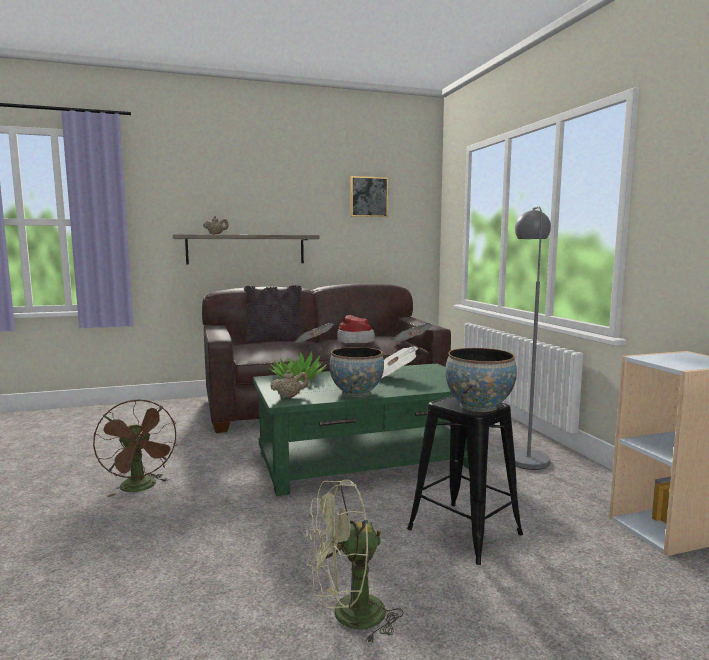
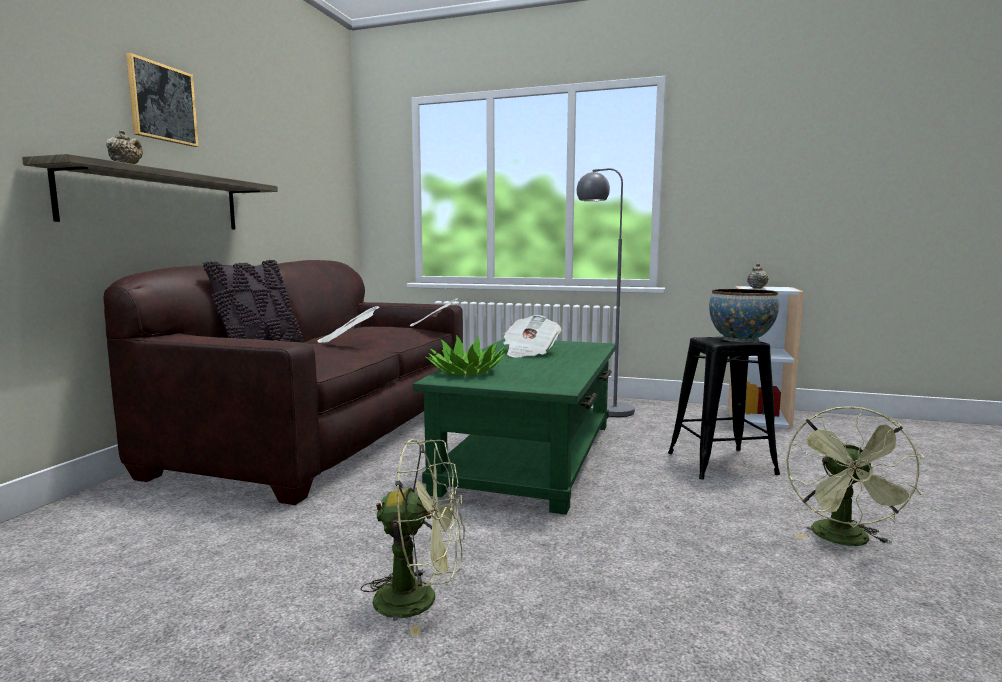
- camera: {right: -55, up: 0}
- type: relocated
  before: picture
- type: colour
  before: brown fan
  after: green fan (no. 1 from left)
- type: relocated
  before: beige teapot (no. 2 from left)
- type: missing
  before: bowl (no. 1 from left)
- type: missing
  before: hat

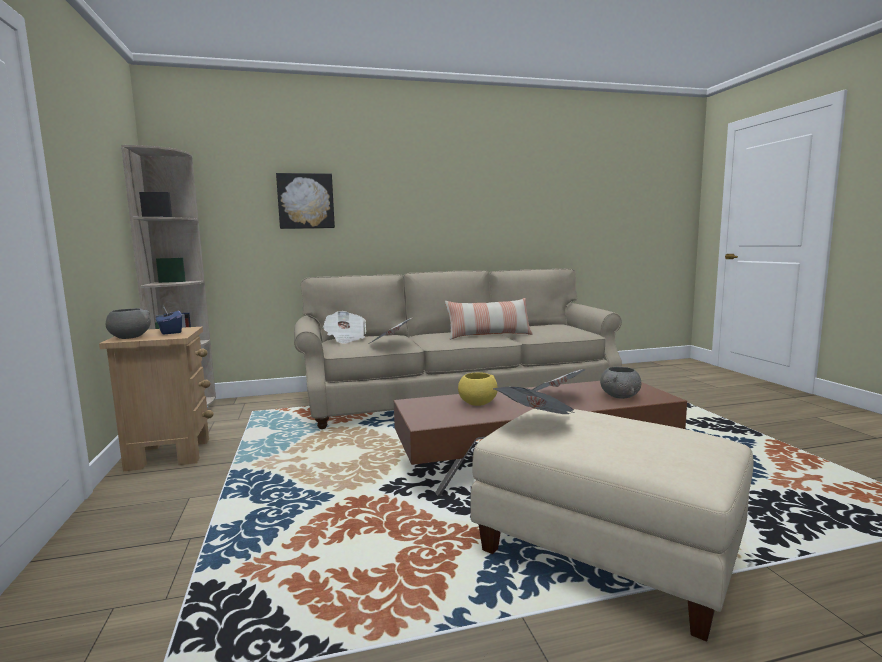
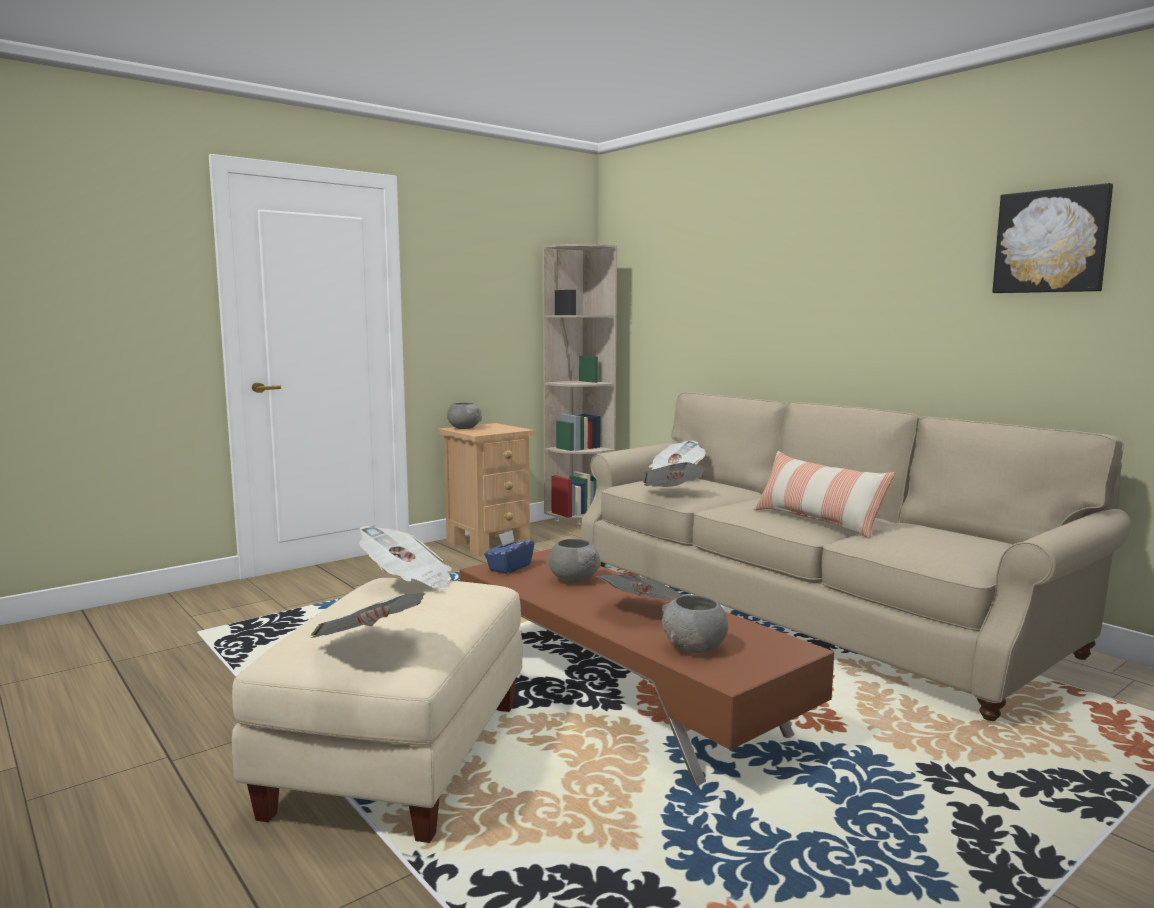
- camera: {right: 65, up: 0}
- type: appeared
  after: newspaper (no. 1 from left)
- type: relocated
  before: blue tissue box
- type: colour
  before: yellow bowl
  after: grey bowl (no. 2 from left)
- type: relocated
  before: picture

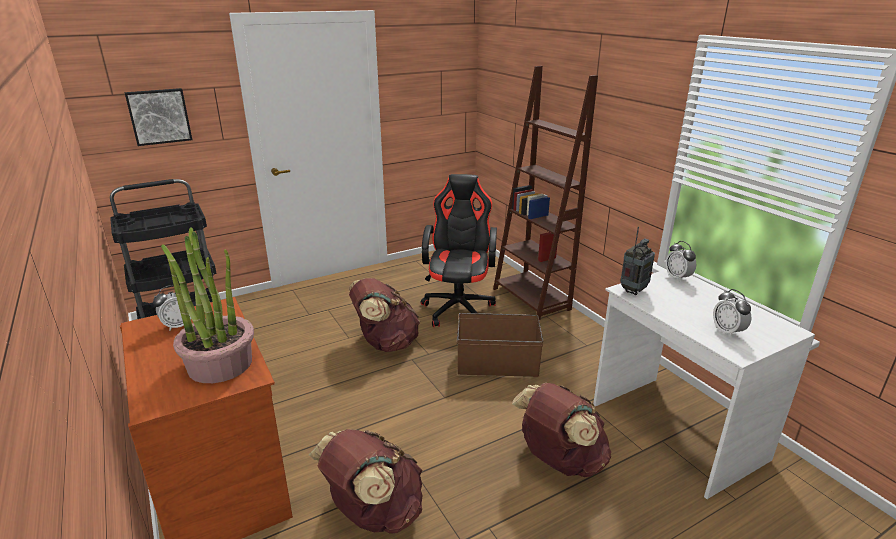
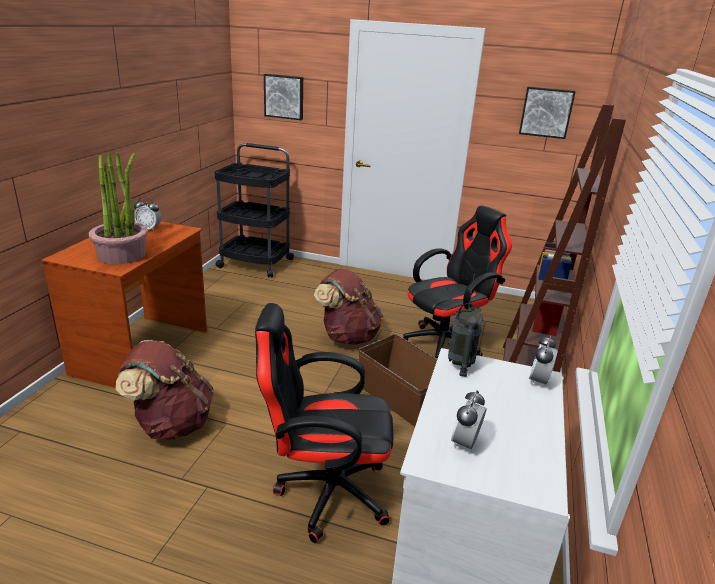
- camera: {right: 45, up: 0}
- type: exchanged
  before: brown backpack (no. 3 from left)
  after: black office chair (no. 1 from left)
- type: spun
  before: radio
  turn: 105
- type: appeared
  after: picture (no. 2 from left)

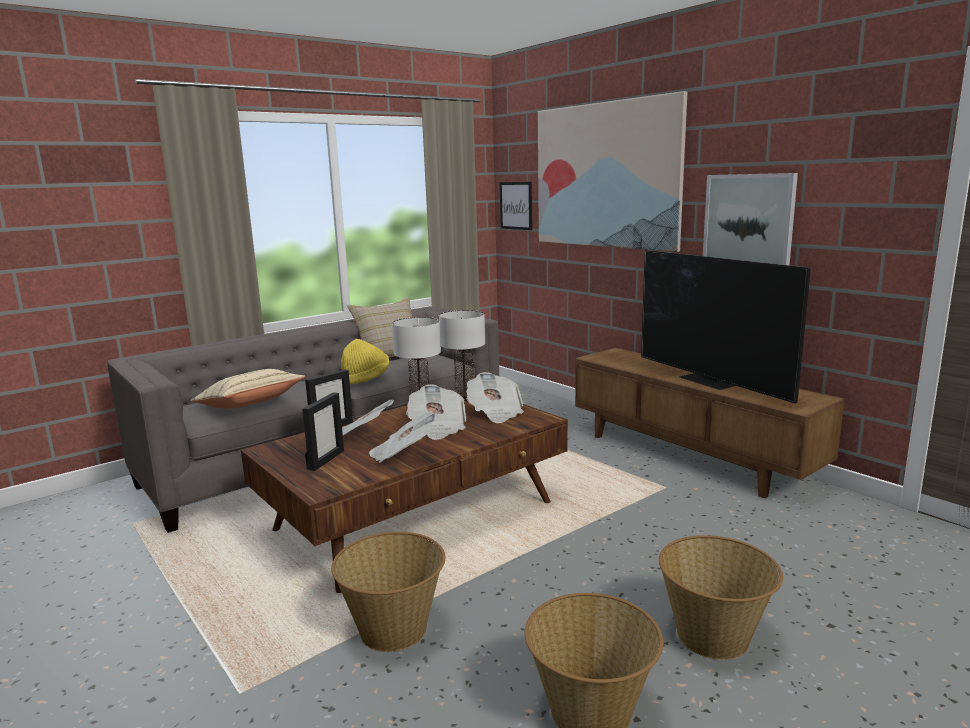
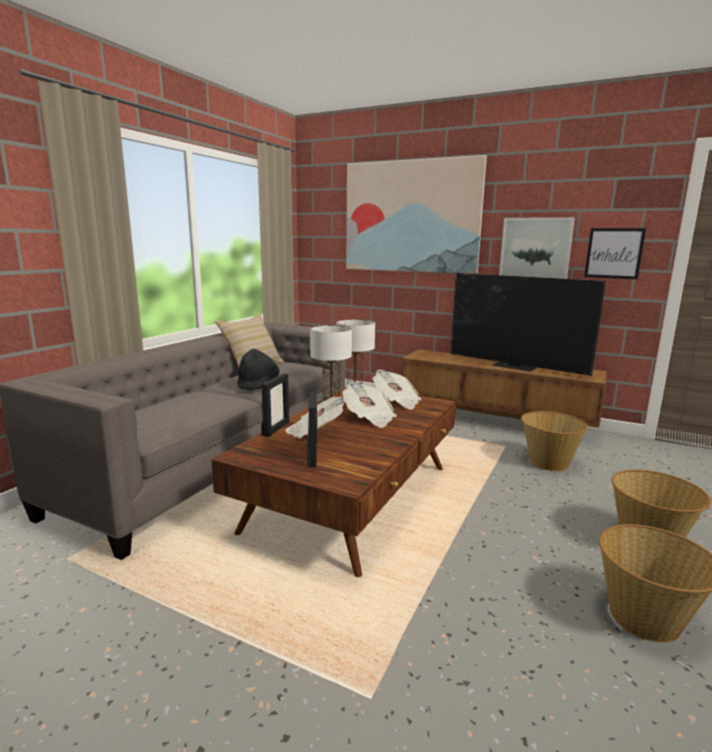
- camera: {right: -25, up: 0}
- type: colour
  before: yellow hat
  after: black hat
- type: relocated
  before: basket (no. 1 from left)
- type: relocated
  before: picture (no. 1 from left in the first image)
  after: picture (no. 3 from left)
- type: missing
  before: beige pillow (no. 1 from left)
- type: missing
  before: newspaper (no. 2 from left)

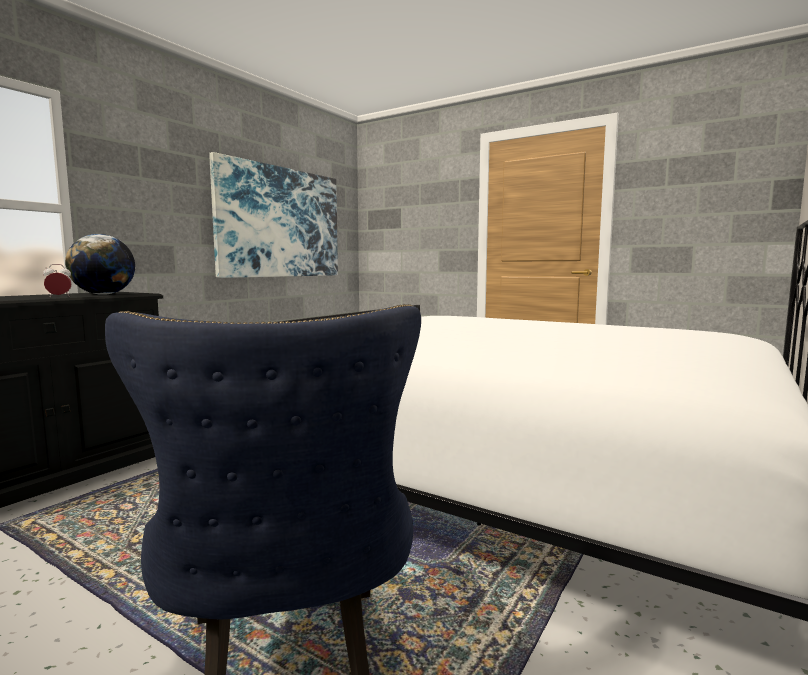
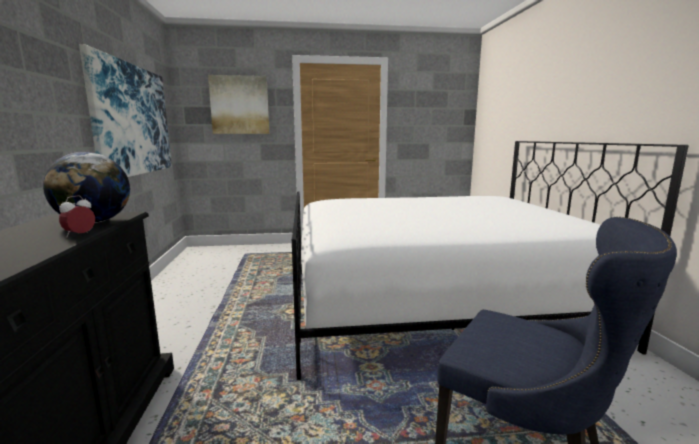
- camera: {right: -40, up: 5}
- type: appeared
  after: picture (no. 2 from left)

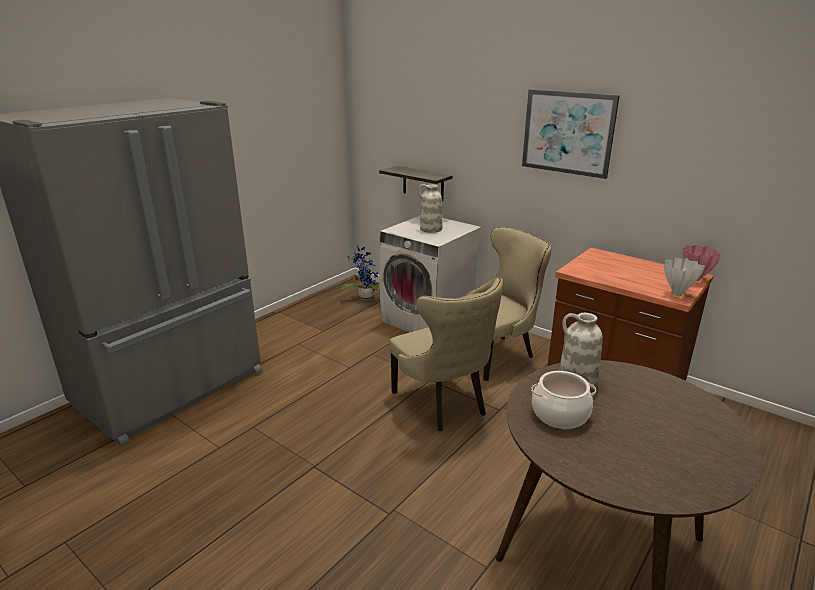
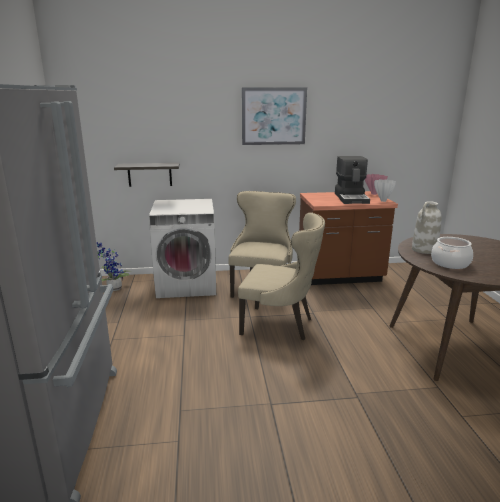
- camera: {right: -45, up: -5}
- type: appeared
  after: coffee machine
- type: missing
  before: white vase (no. 1 from left)

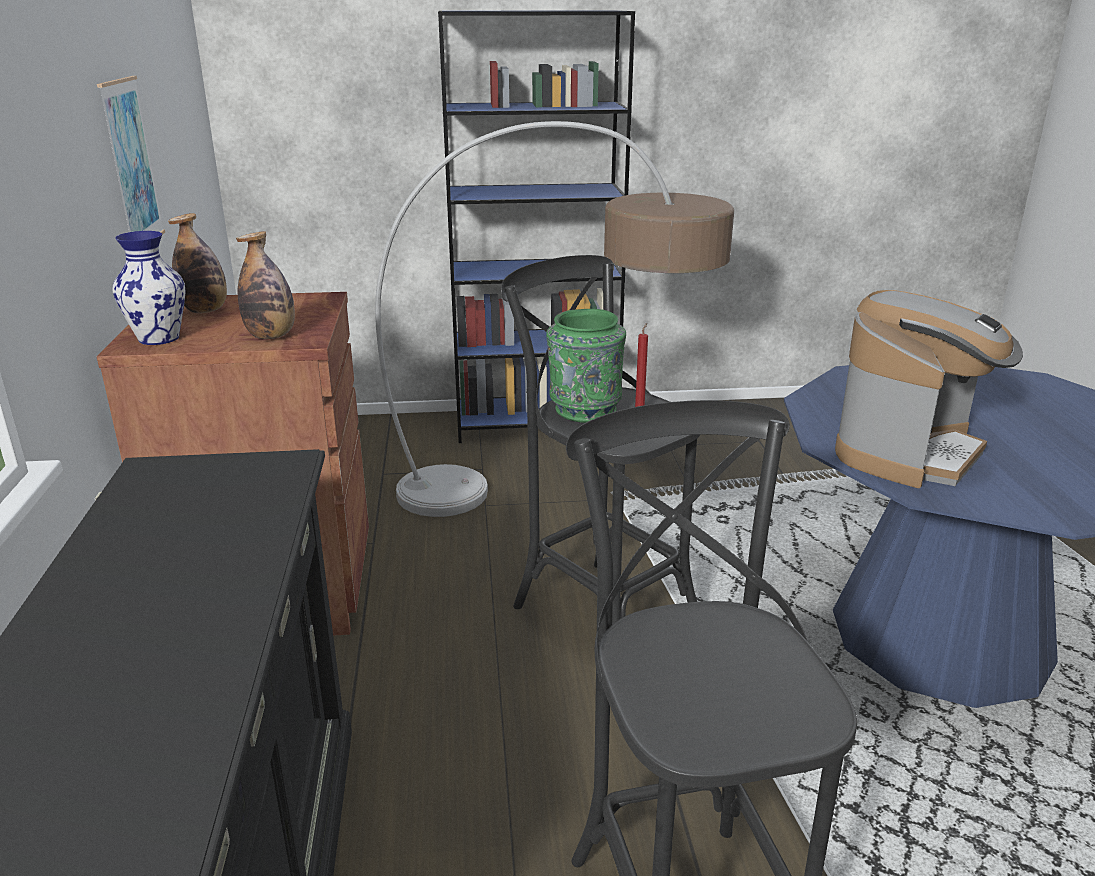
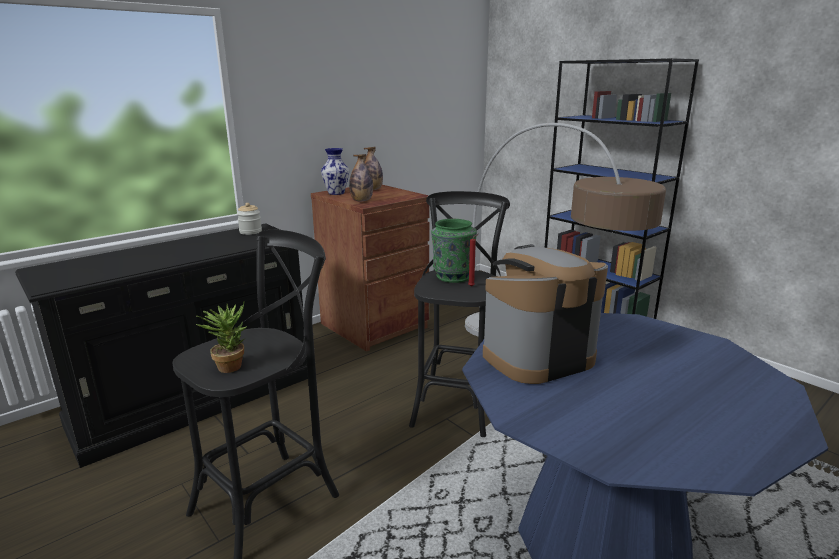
- camera: {right: 55, up: -5}
- type: appeared
  after: potted plant
- type: appeared
  after: jar
- type: spun
  before: coffee machine
  turn: 150
- type: missing
  before: picture

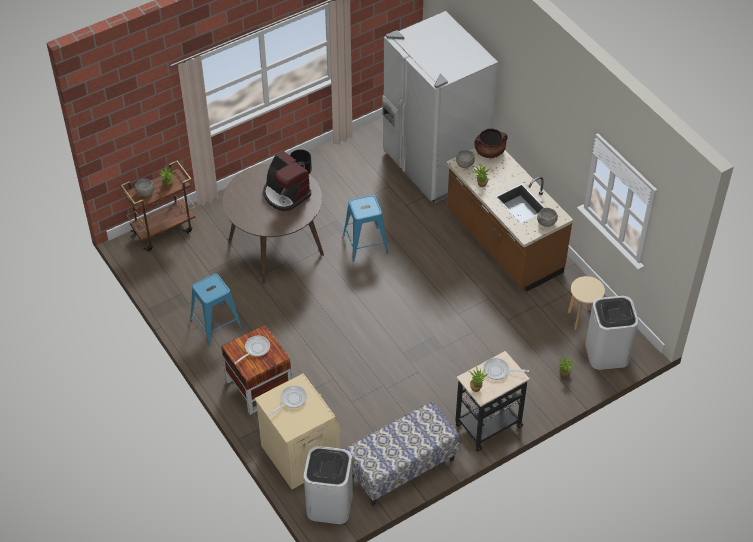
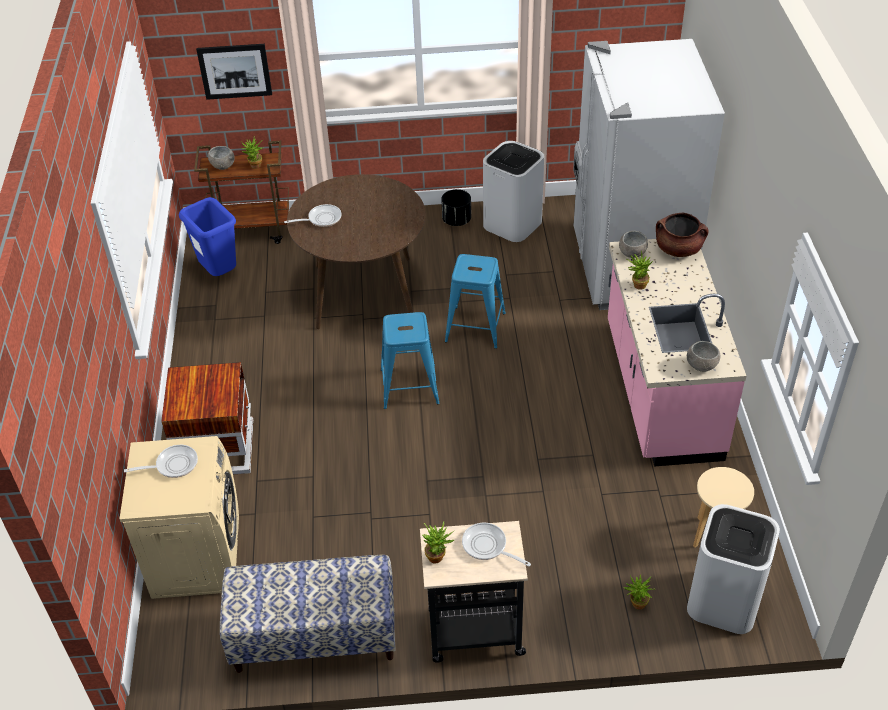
- camera: {right: 30, up: -5}
- type: appeared
  after: blue trash can
- type: appeared
  after: picture
- type: relocated
  before: frying pan (no. 1 from left in the first image)
  after: frying pan (no. 2 from left)
- type: relocated
  before: blue stool (no. 1 from left)
- type: relocated
  before: white trash can (no. 1 from left)
- type: colour
  before: brown counter
  after: pink counter
- type: missing
  before: coffee machine

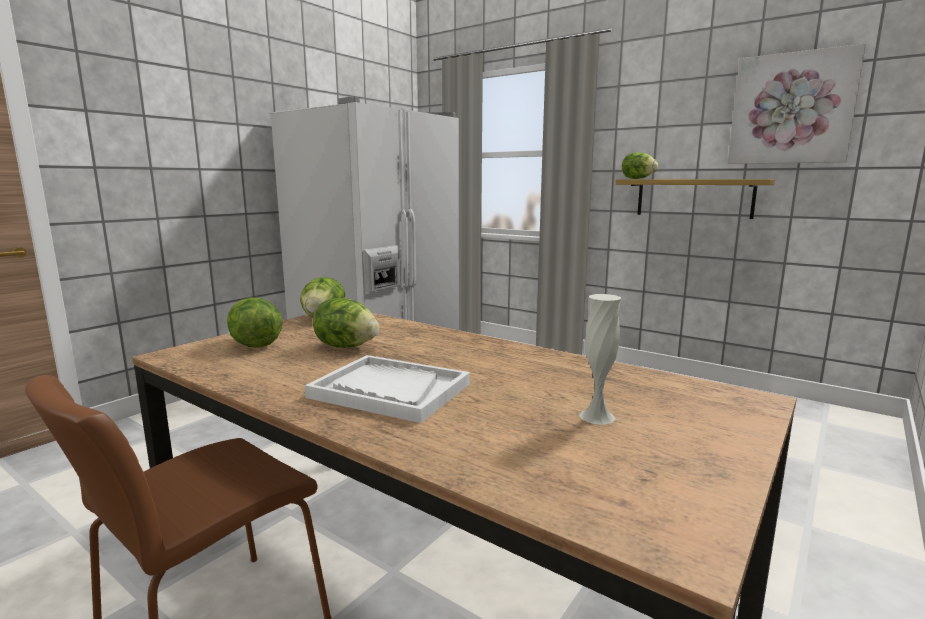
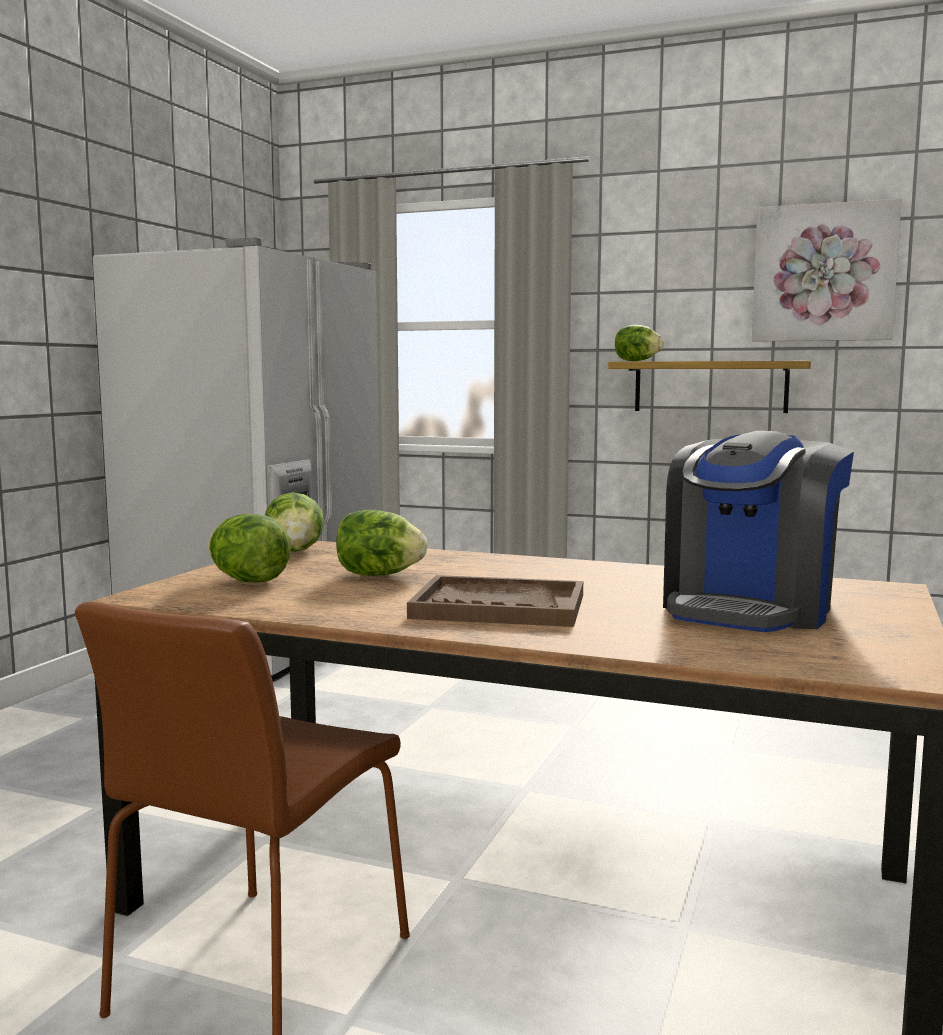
- camera: {right: -15, up: -5}
- type: colour
  before: white tray
  after: brown tray
- type: exchanged
  before: white vase
  after: coffee machine

